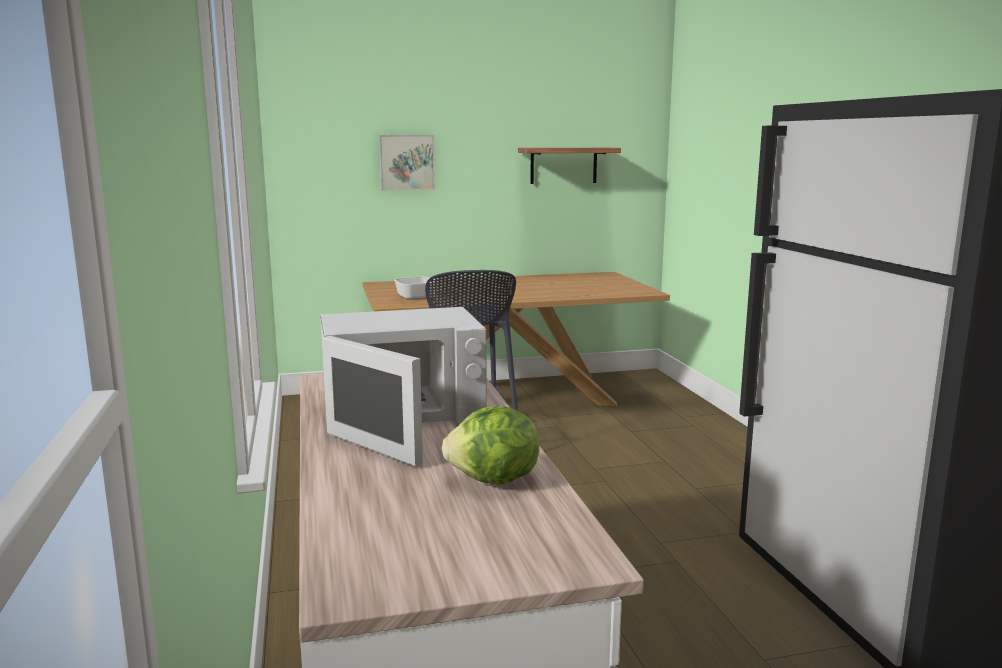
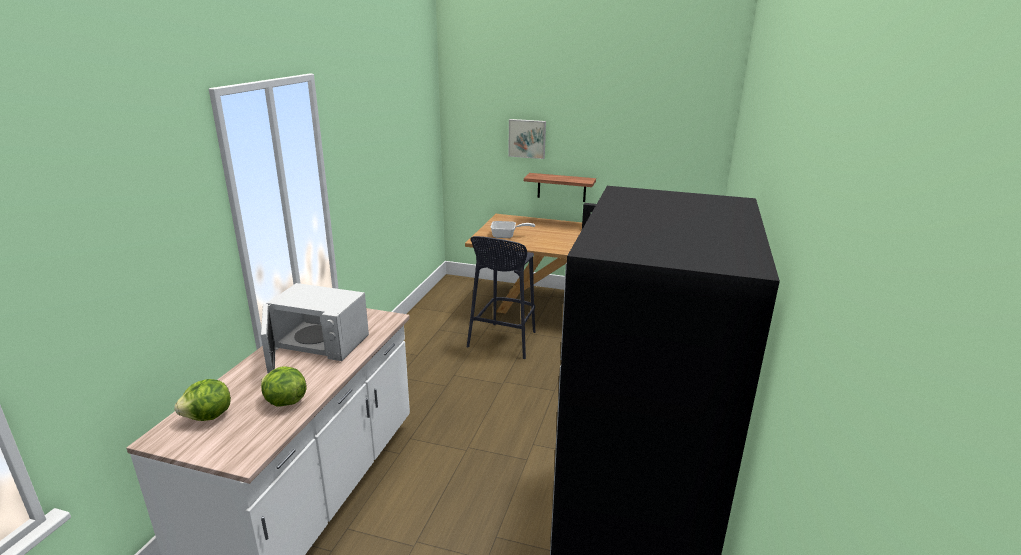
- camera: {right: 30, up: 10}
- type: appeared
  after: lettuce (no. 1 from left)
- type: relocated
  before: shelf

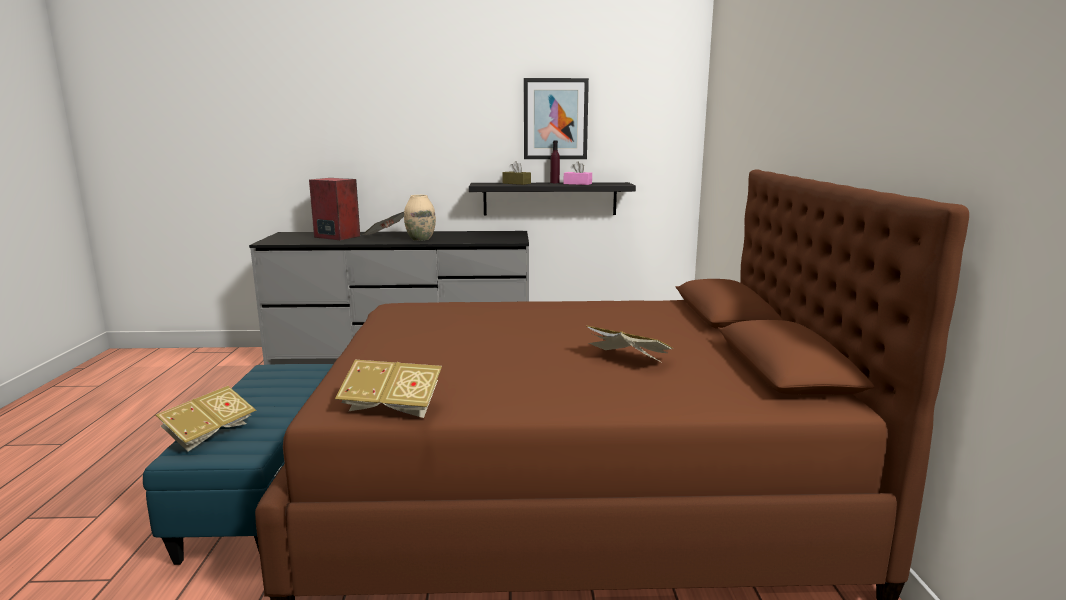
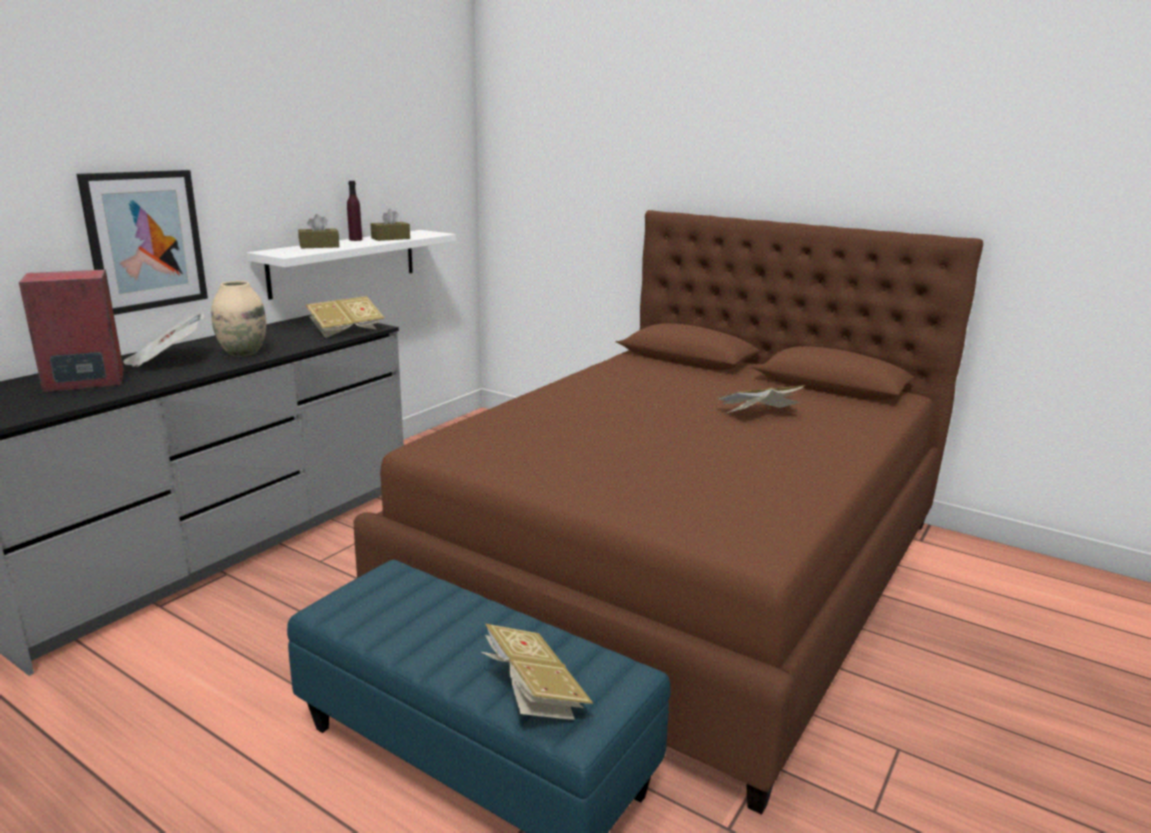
- camera: {right: -55, up: 5}
- type: relocated
  before: picture
- type: colour
  before: black shelf
  after: white shelf
- type: relocated
  before: book (no. 2 from left in the first image)
  after: book (no. 1 from left)
- type: colour
  before: pink tissue box
  after: brown tissue box (no. 2 from left)

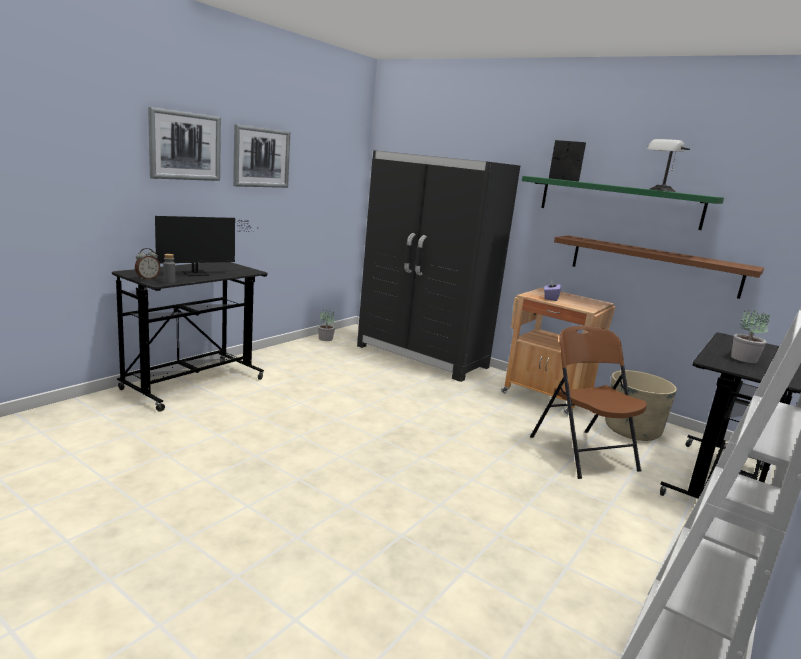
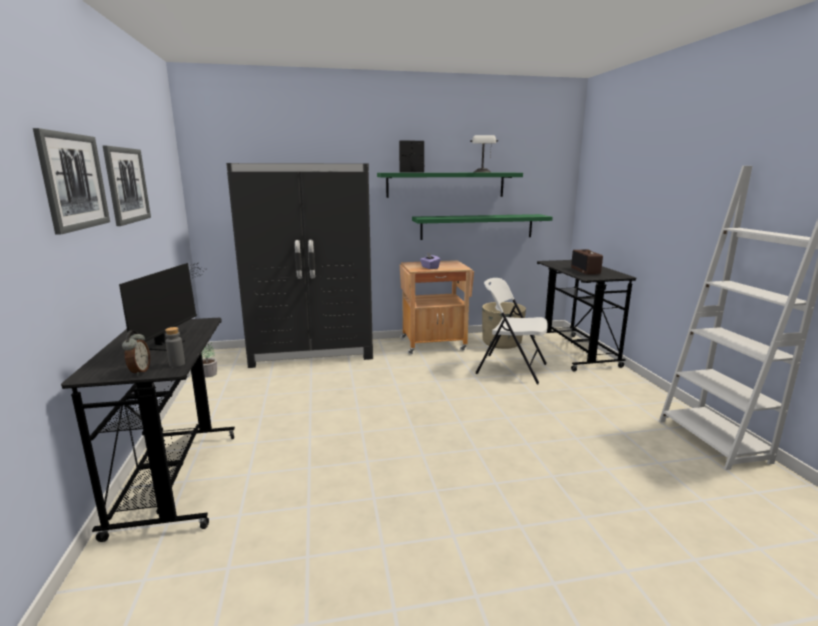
- camera: {right: -45, up: 0}
- type: colour
  before: brown shelf
  after: green shelf (no. 2 from left)
- type: colour
  before: brown chair
  after: white chair
- type: exchanged
  before: potted plant (no. 2 from left)
  after: radio

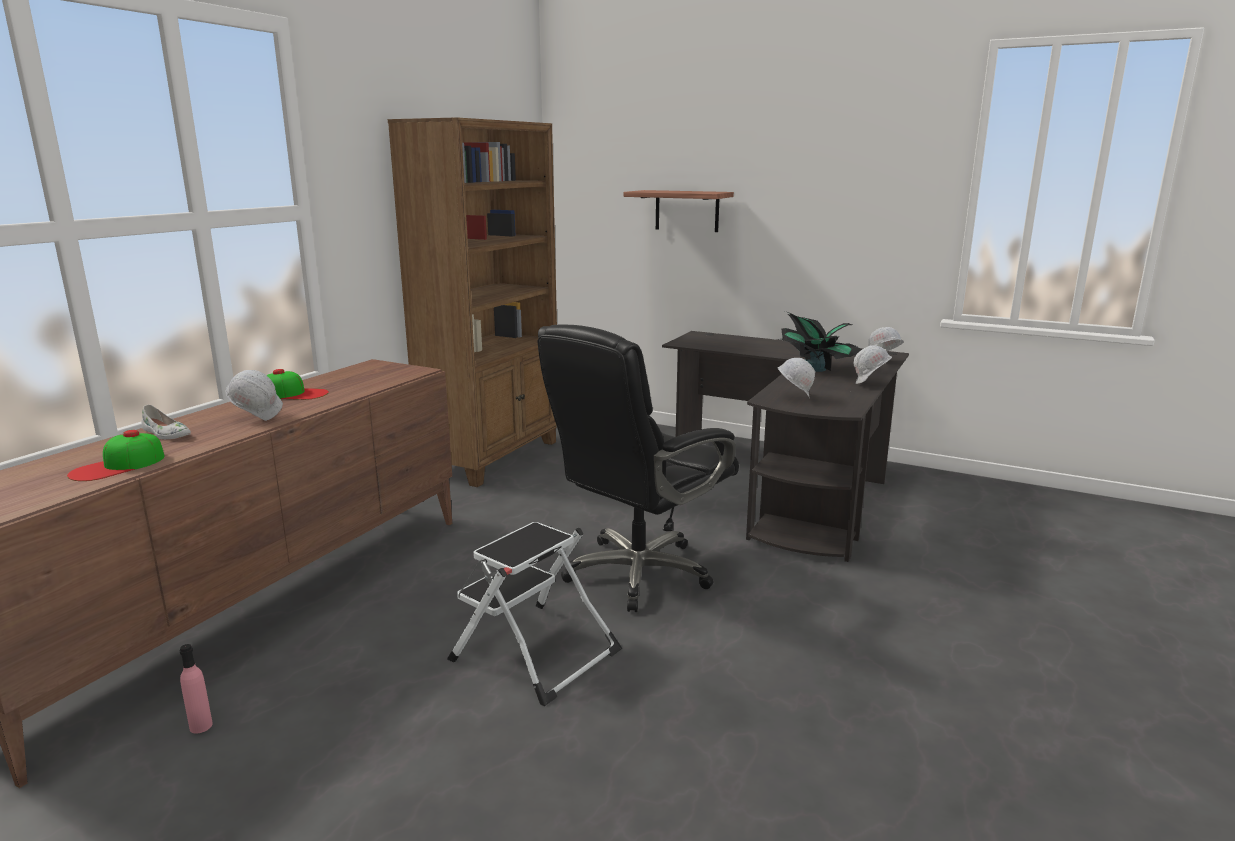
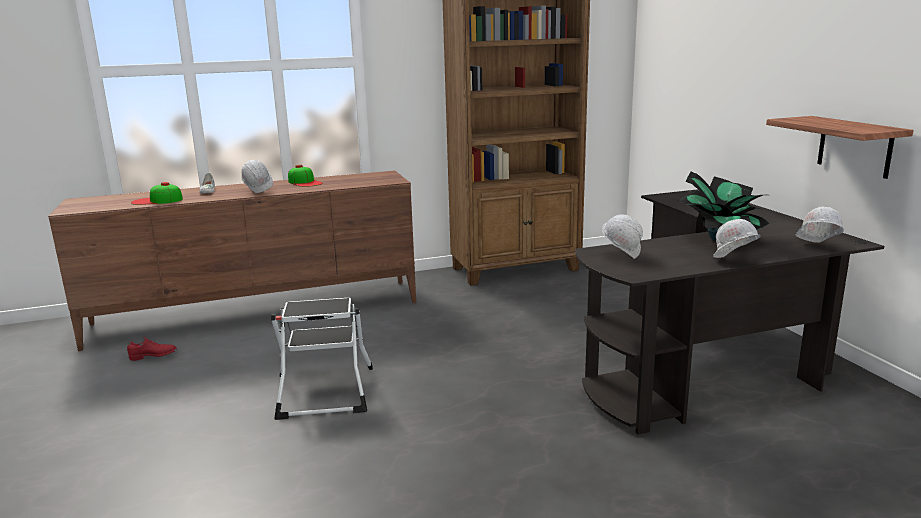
- camera: {right: 45, up: 0}
- type: exchanged
  before: pink bottle
  after: red shoe
- type: relocated
  before: shelf
- type: missing
  before: black office chair

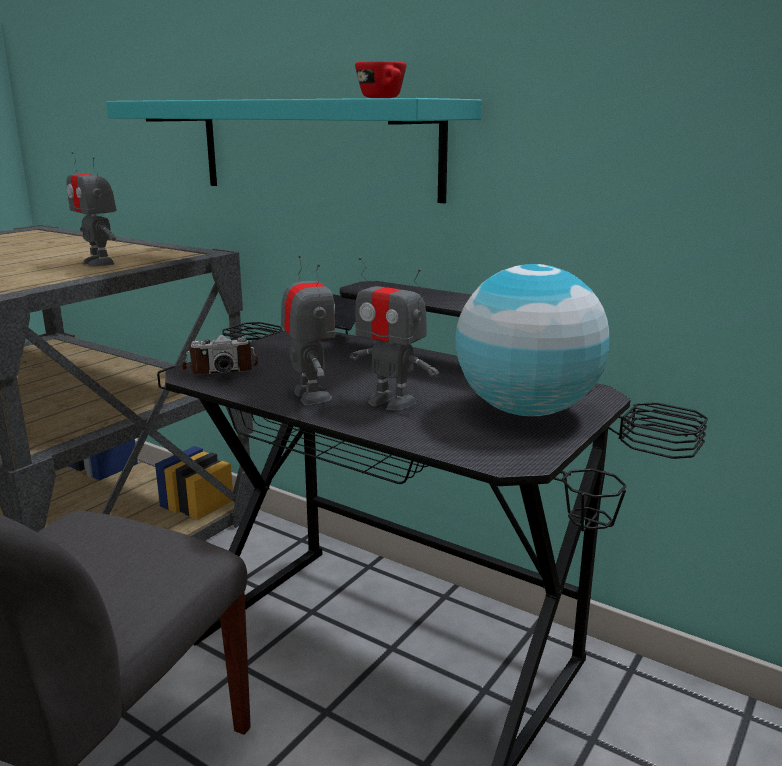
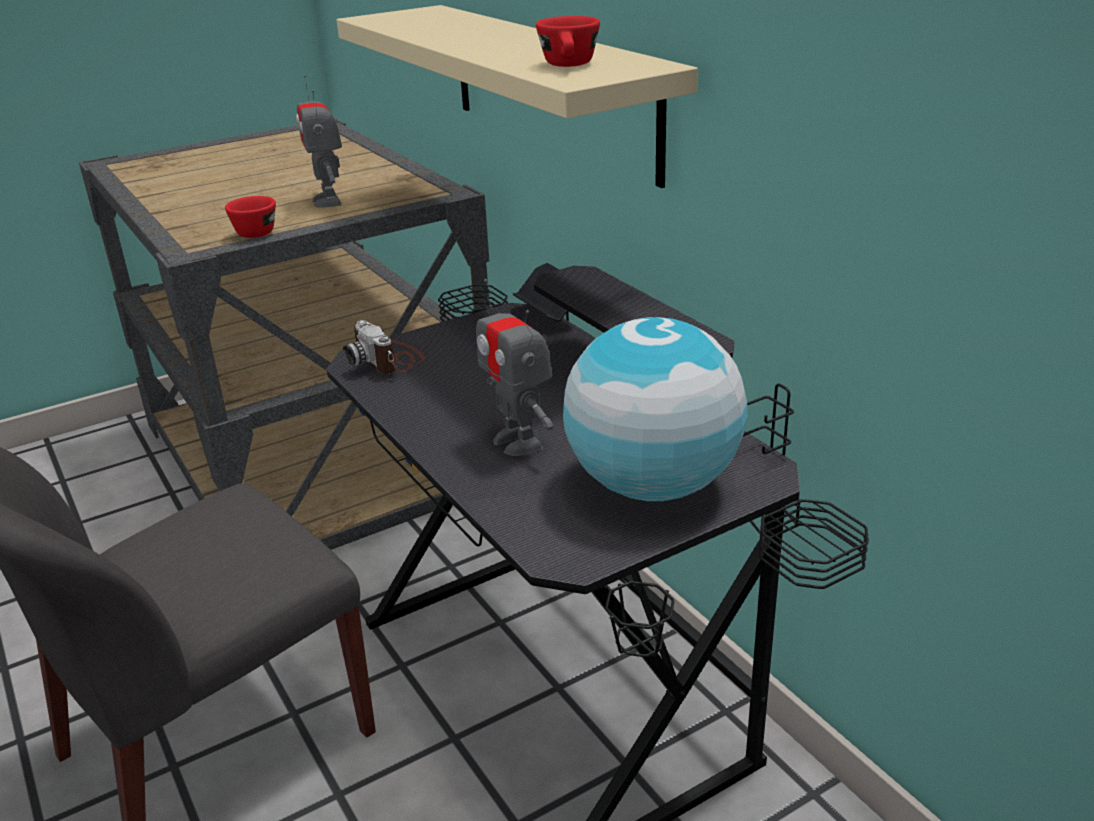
- camera: {right: 25, up: 10}
- type: appeared
  after: red cup (no. 1 from left)
- type: colour
  before: turquoise shelf
  after: beige shelf
- type: spun
  before: photo camera
  turn: 45
- type: missing
  before: toy robot (no. 2 from left)

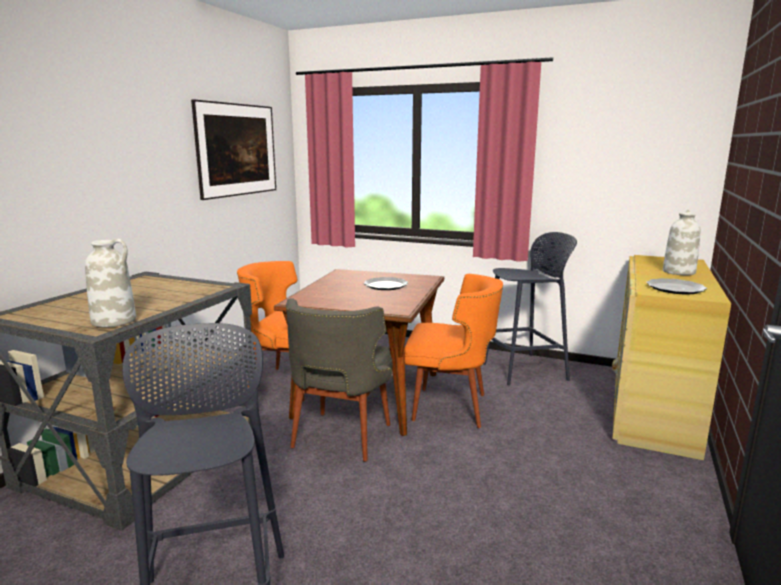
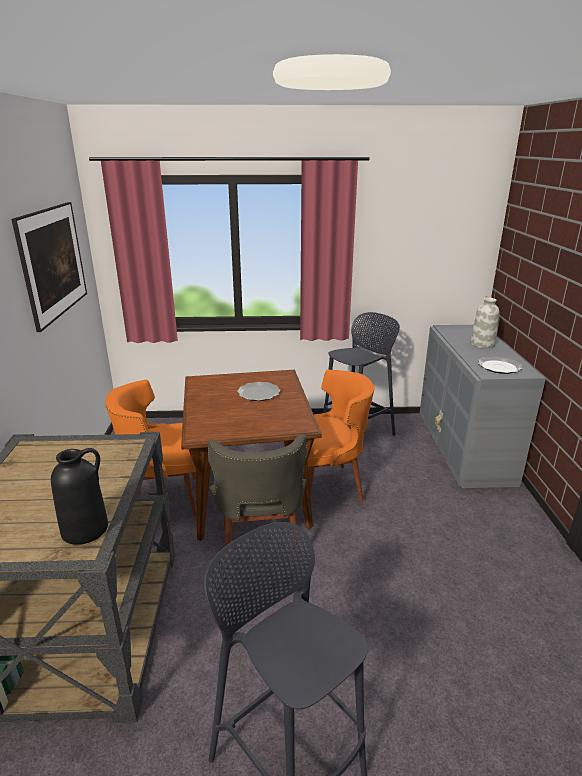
- camera: {right: -25, up: 10}
- type: colour
  before: white vase (no. 1 from left)
  after: black vase
- type: colour
  before: yellow cabinet
  after: grey cabinet

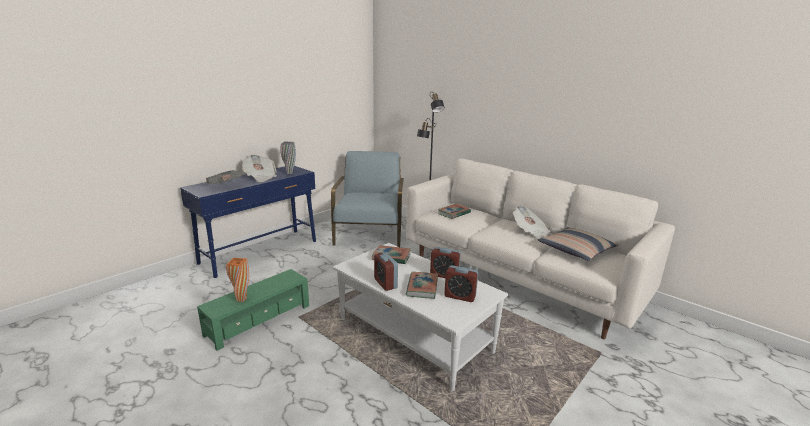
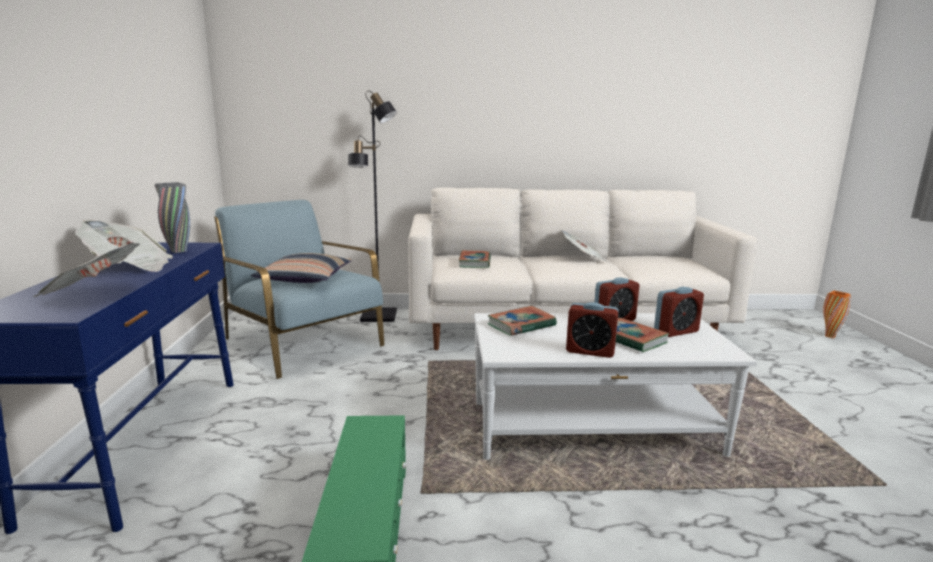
- camera: {right: -45, up: -5}
- type: relocated
  before: pillow
- type: relocated
  before: orange vase

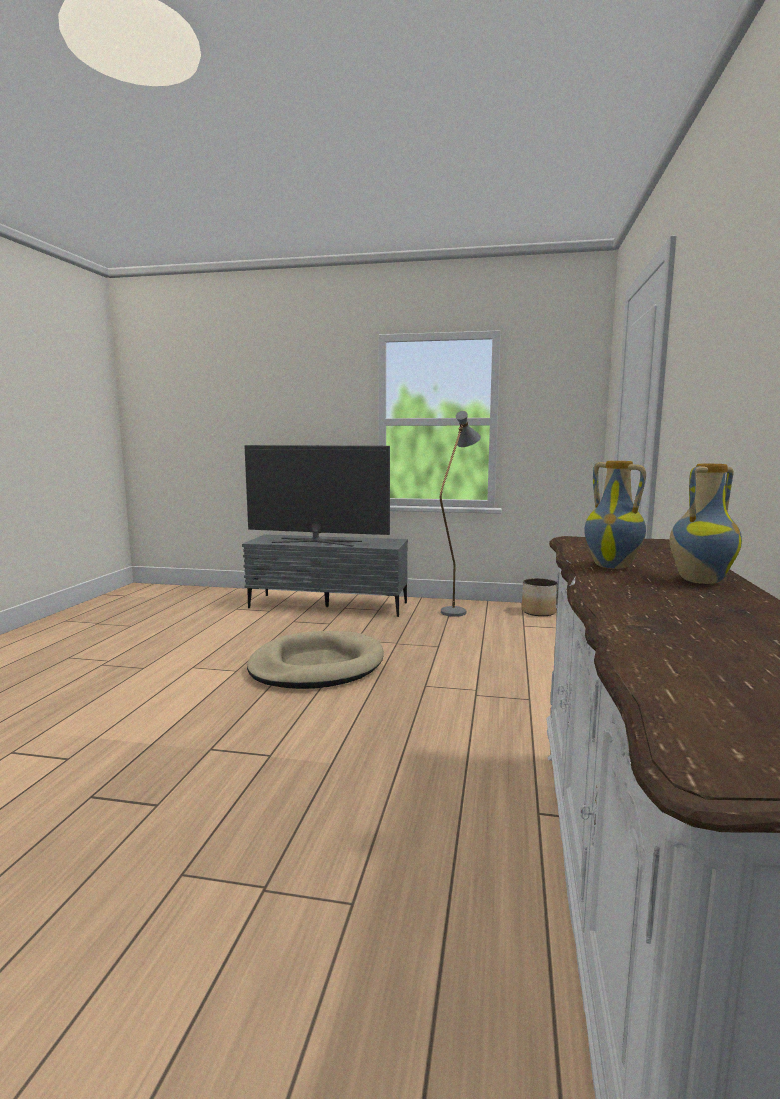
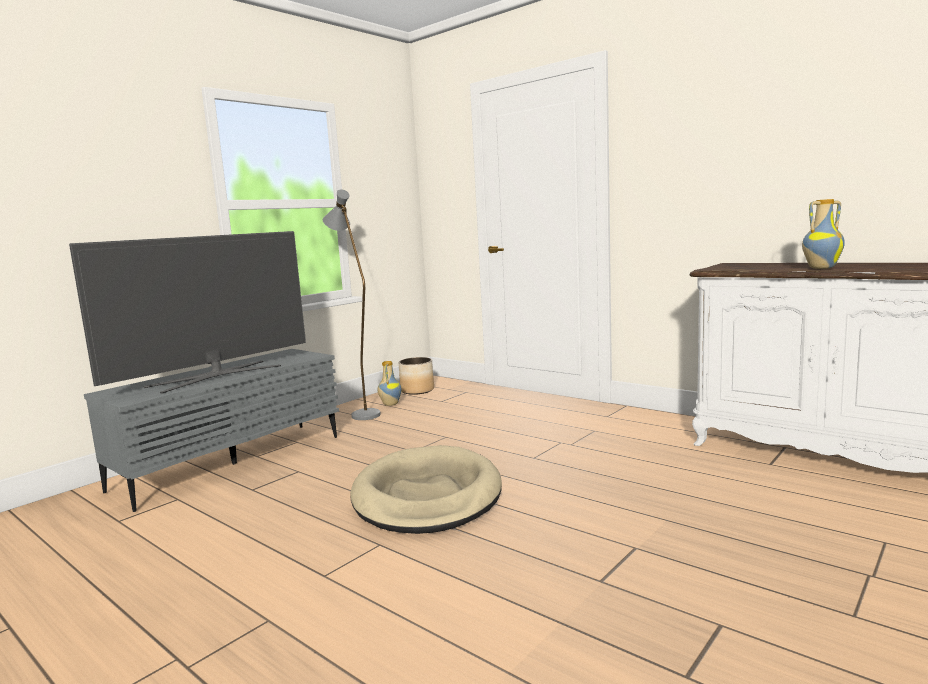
- camera: {right: -60, up: 0}
- type: relocated
  before: vase (no. 2 from left in the first image)
  after: vase (no. 1 from left)

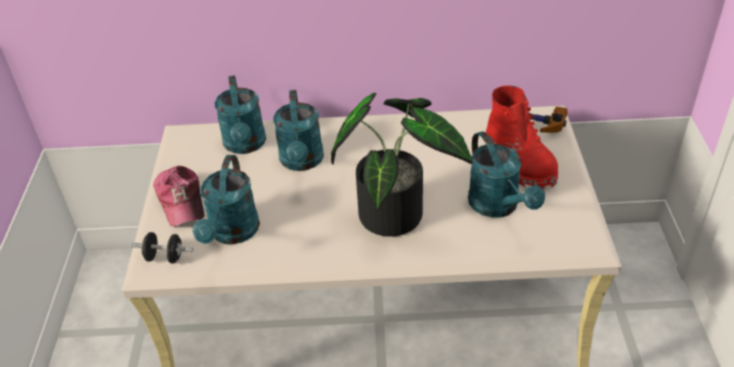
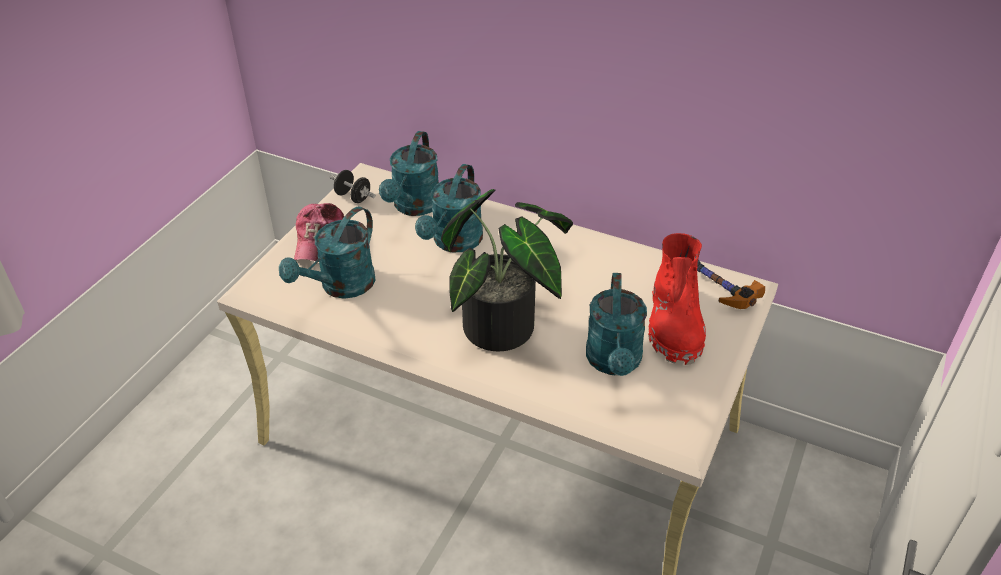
- camera: {right: 25, up: 0}
- type: relocated
  before: black dumbbell

